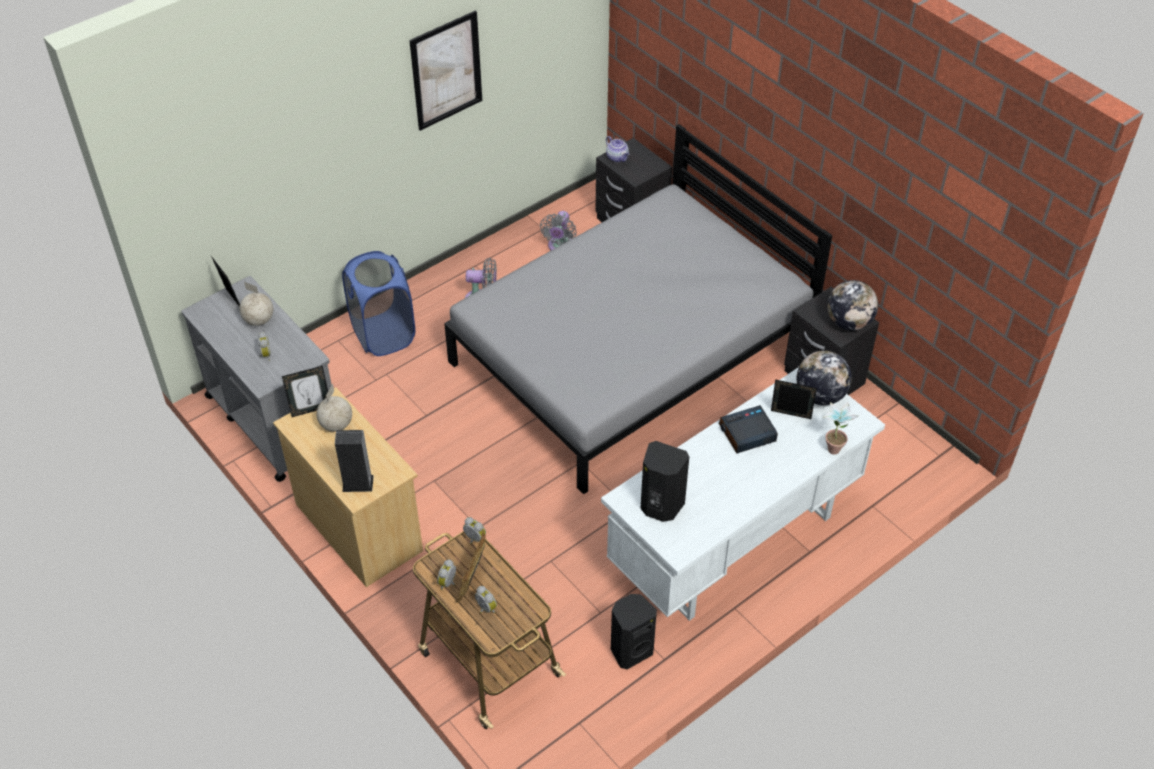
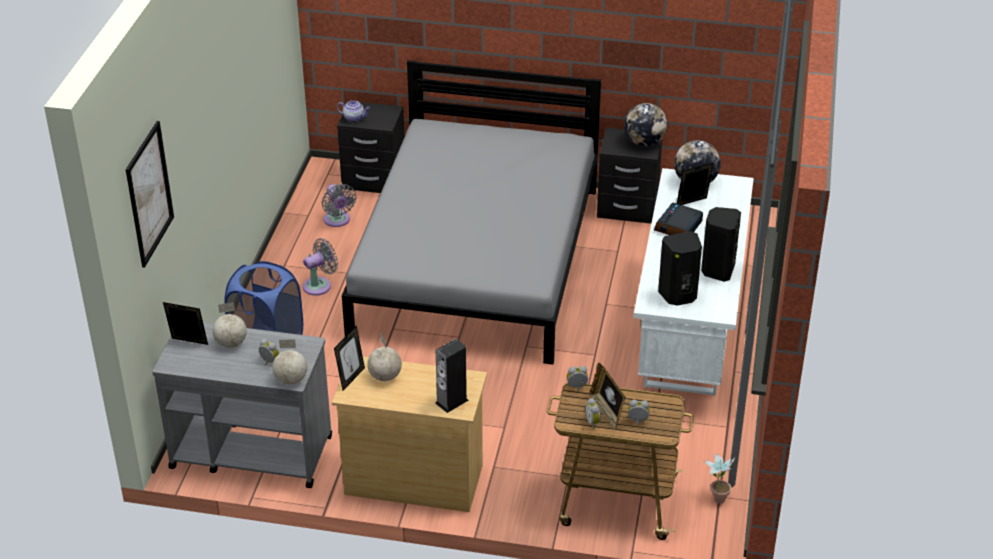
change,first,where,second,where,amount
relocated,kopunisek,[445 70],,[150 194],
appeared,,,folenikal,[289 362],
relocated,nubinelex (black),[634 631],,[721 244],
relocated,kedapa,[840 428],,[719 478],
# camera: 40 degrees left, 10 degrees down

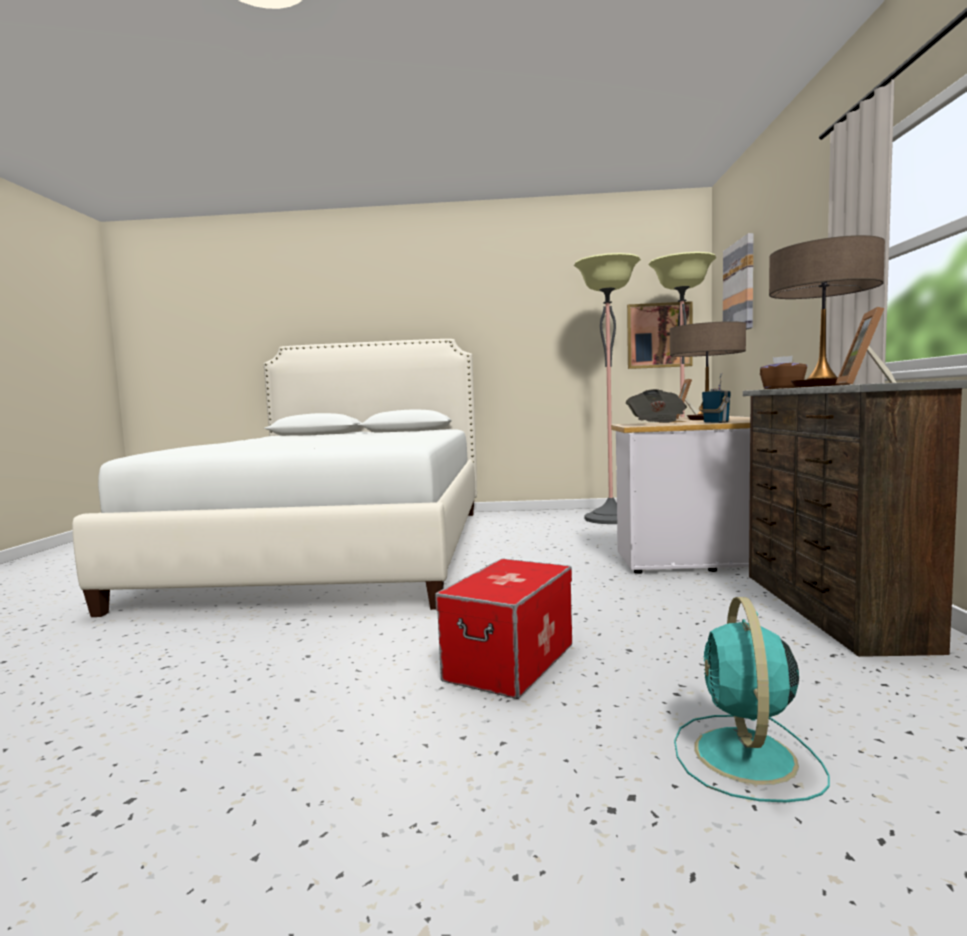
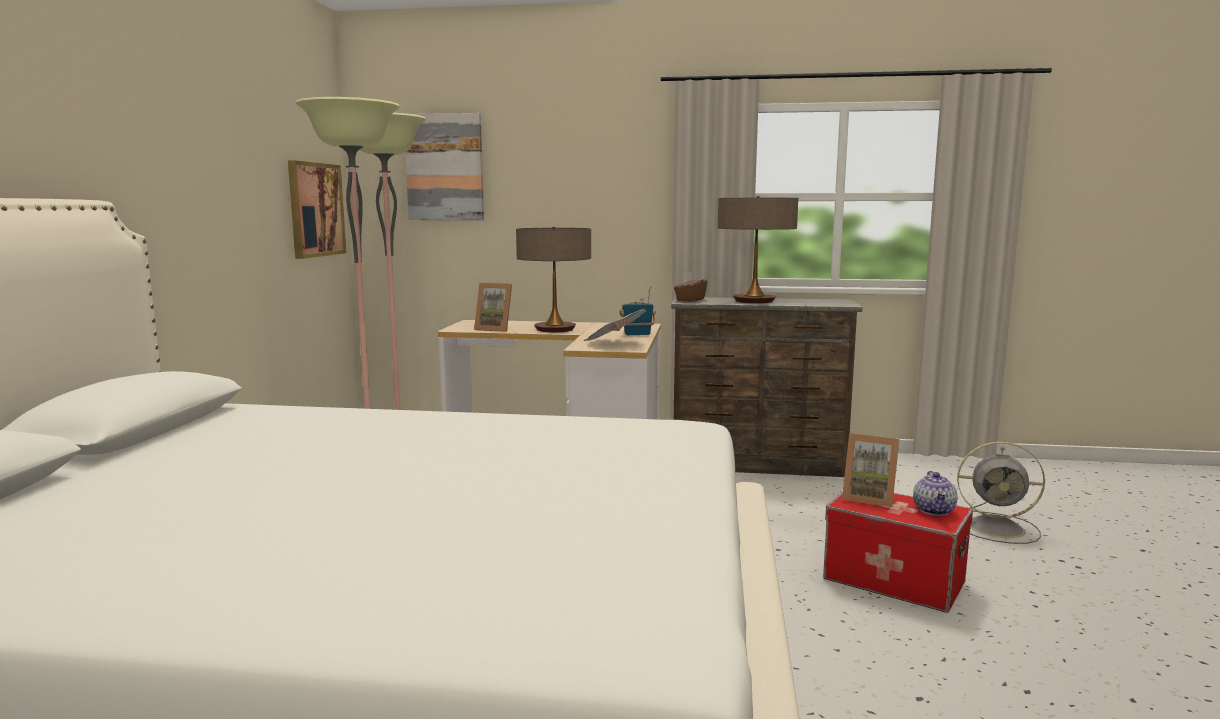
change,first,where,second,where,amount
relocated,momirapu,[865 346],,[870 470],
appeared,,,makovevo,[935 493],
colour,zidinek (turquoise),[752 699],zidinek (grey),[1001 492],
# camera: 85 degrees left, 5 degrees up

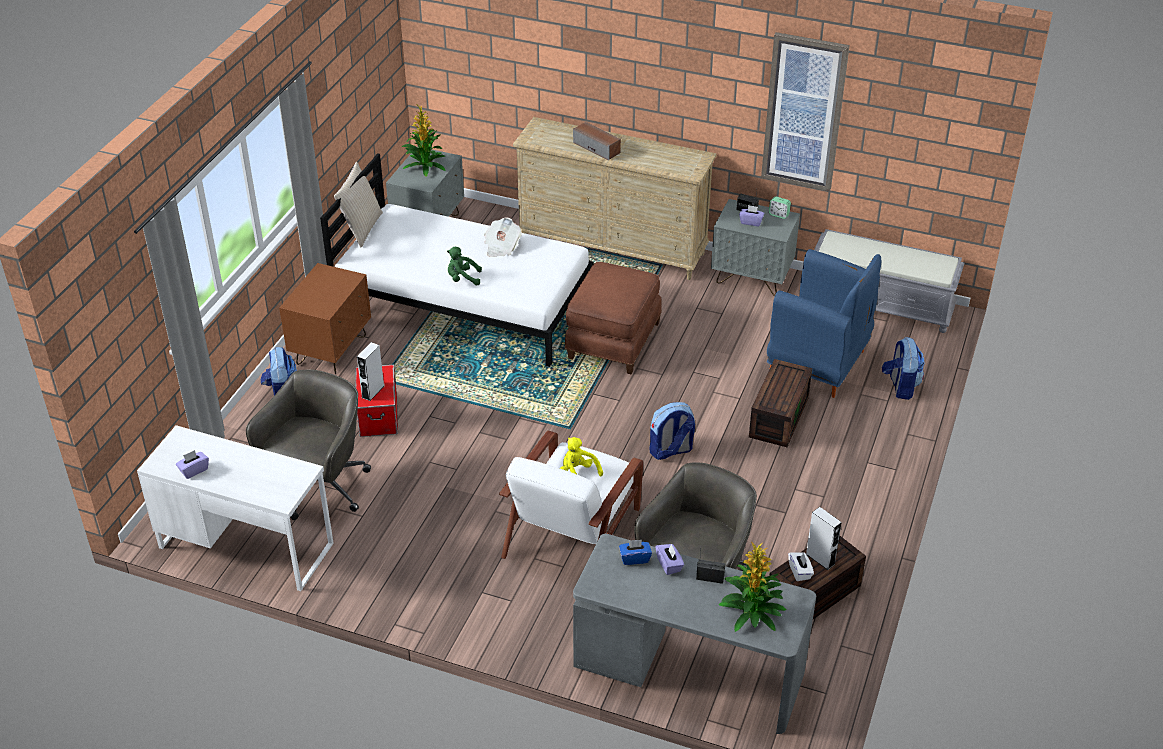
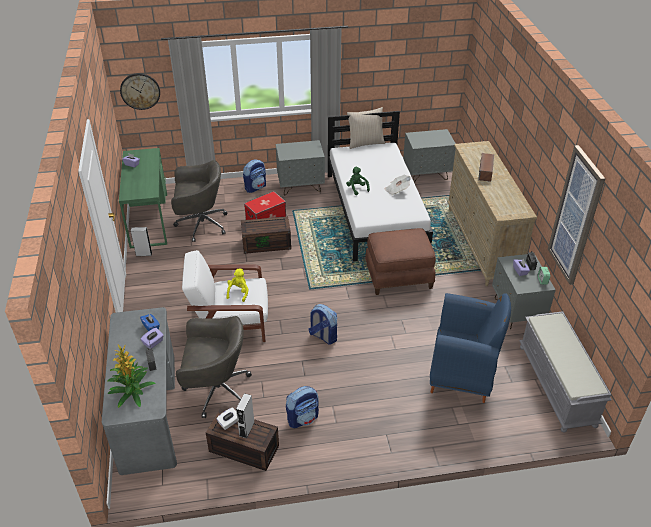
change,first,where,second,where,amount
colour,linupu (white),[235 508],linupu (green),[143 198],
appeared,,,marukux,[140 91],
relocated,nubinelex (grey),[370 371],,[141 241],
relocated,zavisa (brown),[780 403],,[266 235],
colour,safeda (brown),[325 318],safeda (grey),[300 167],
relocated,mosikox,[903 368],,[302 407],
spun,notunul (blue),[824 323],,[470 348],75 degrees counterclockwise
missing,kedapa,[424 141],,,
# camera: 60 degrees right, 0 degrees up

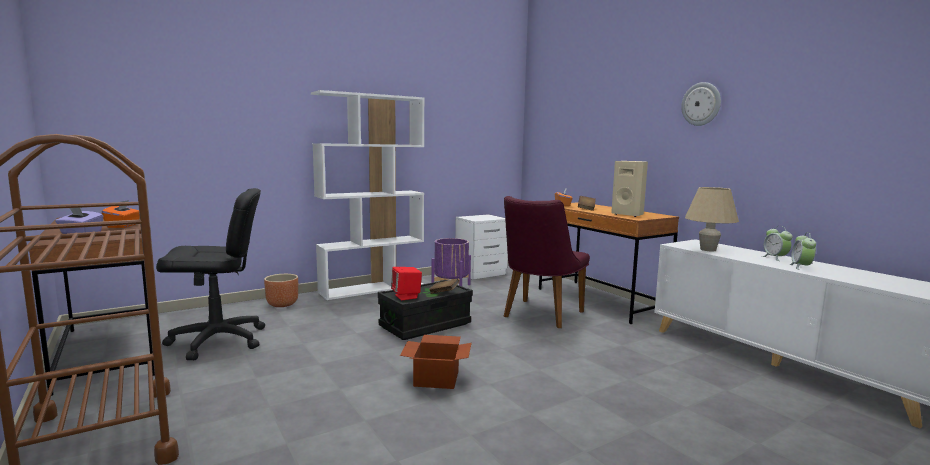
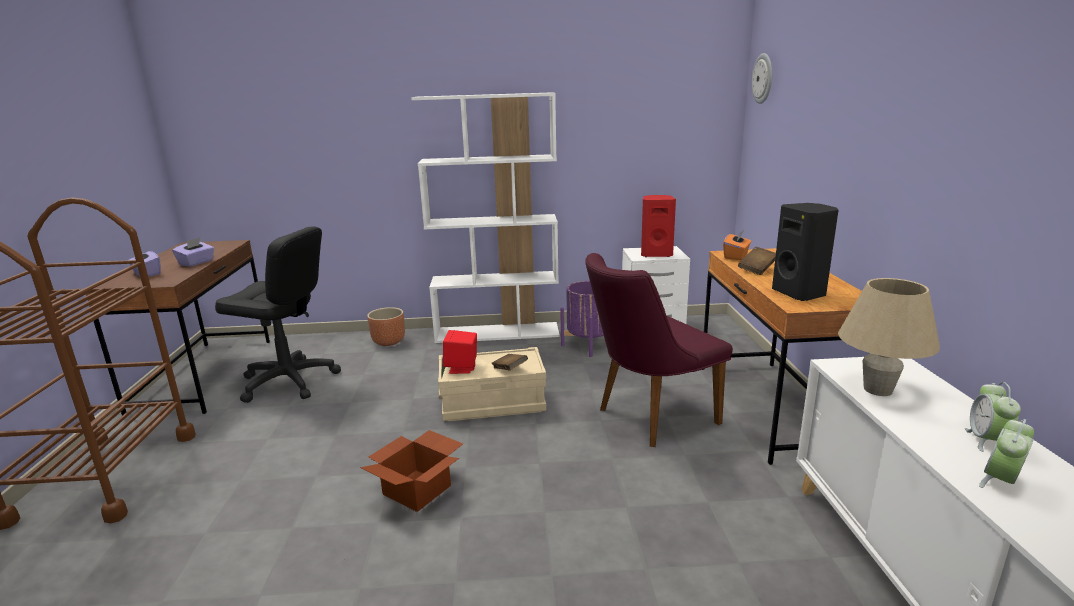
change,first,where,second,where,amount
colour,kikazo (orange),[121 214],kikazo (purple),[193 252],
colour,zavisa (black),[425 310],zavisa (beige),[492 384],
appeared,,,nubinelex (red),[658 226],
relocated,marukux,[701 104],,[762 78],
colour,nubinelex (beige),[629 189],nubinelex (black),[805 252],
# camera: 30 degrees right, 10 degrees up

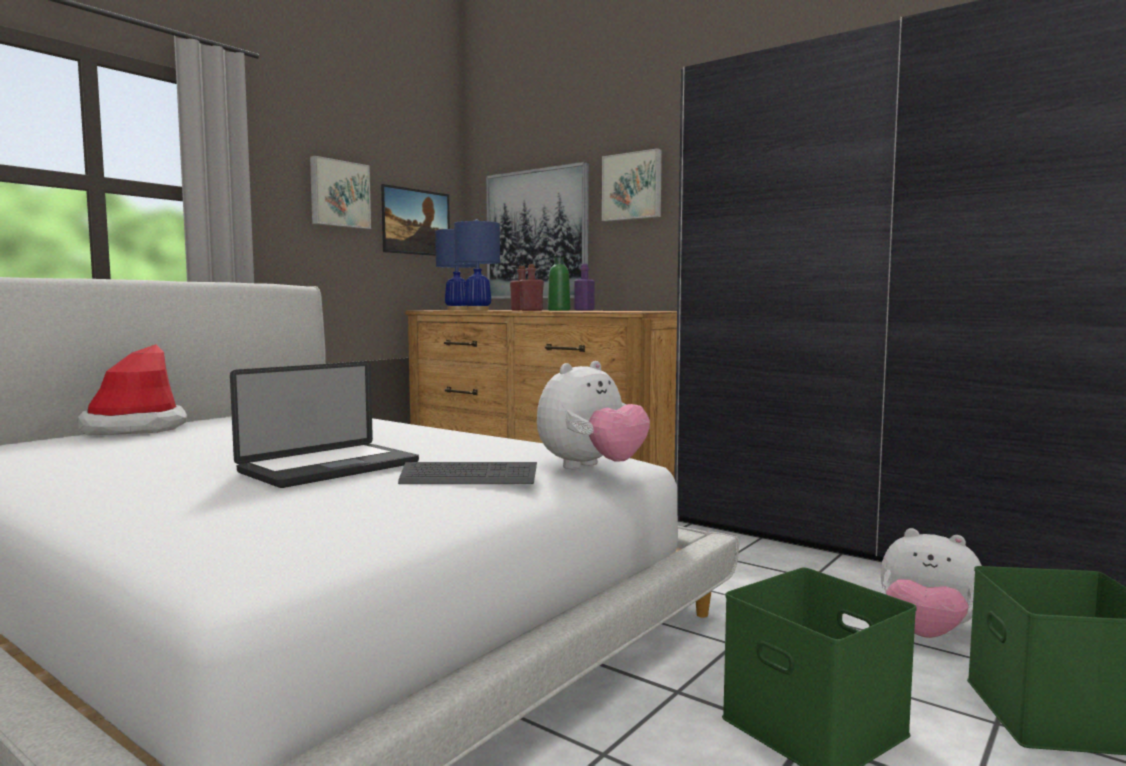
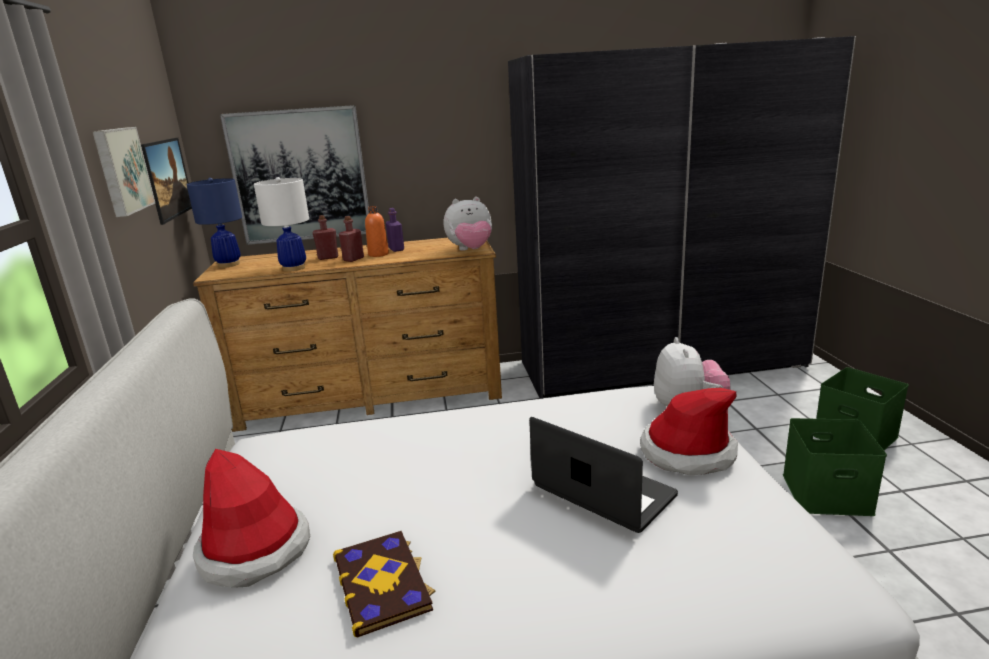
change,first,where,second,where,amount
colour,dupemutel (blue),[477 265],dupemutel (white),[281 224],
appeared,,,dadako,[384 584],
colour,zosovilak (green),[559 284],zosovilak (orange),[377 231],
relocated,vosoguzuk,[931 583],,[468 224],
spun,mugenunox,[324 424],,[603 475],45 degrees counterclockwise
exchanged,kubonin,[467 473],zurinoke,[689 431],
missing,kopunisek,[632 185],,,
# camera: 45 degrees left, 15 degrees up

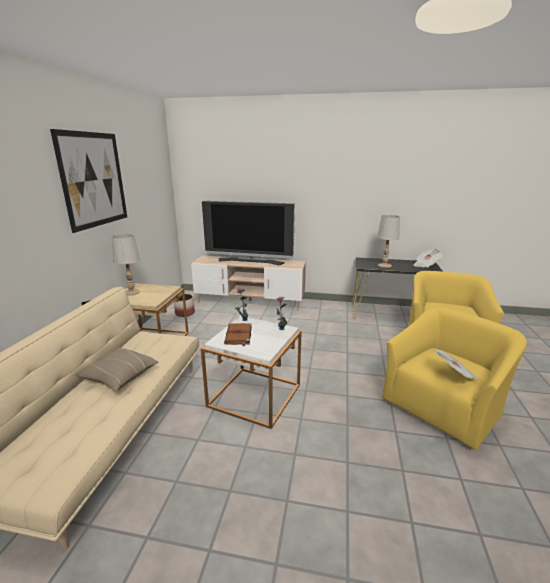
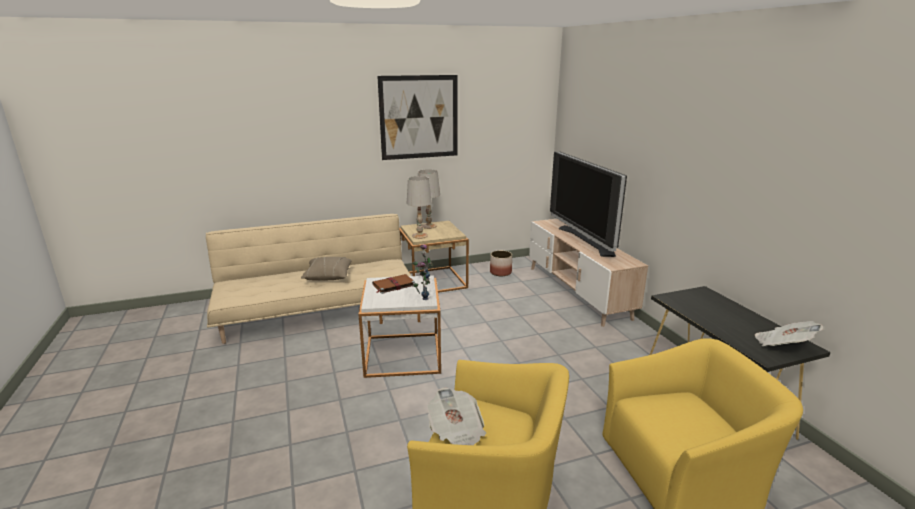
change,first,where,second,where,amount
relocated,dupemutel (white),[388 241],,[419 207],
# camera: 60 degrees right, 0 degrees up

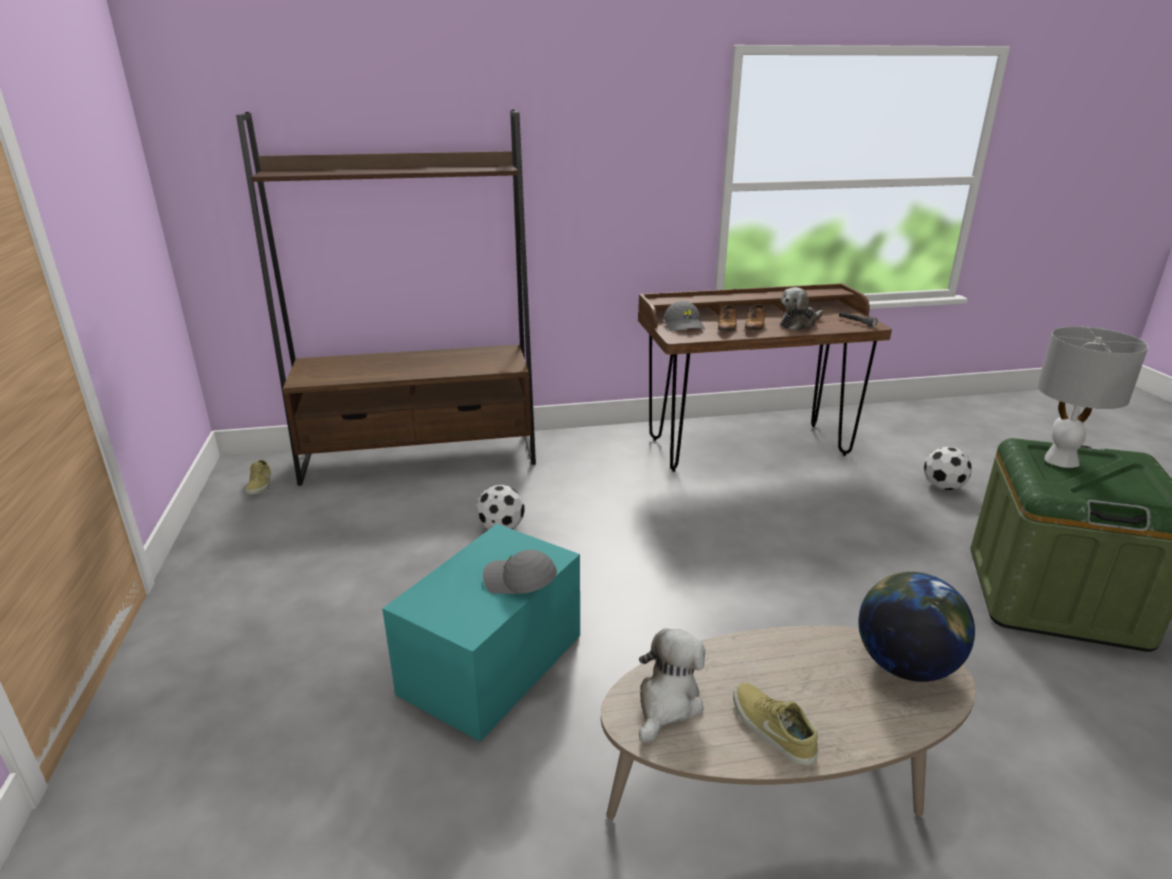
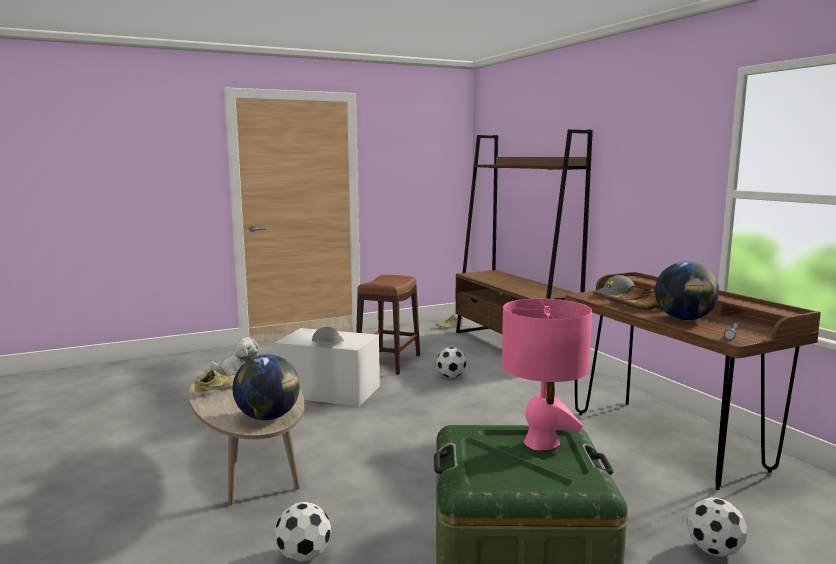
change,first,where,second,where,amount
colour,zavisa (turquoise),[481 633],zavisa (white),[327 367],
appeared,,,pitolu,[303 532],
appeared,,,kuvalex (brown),[388 325],
colour,dupemutel (grey),[1093 397],dupemutel (pink),[547 374],
exchanged,vosoguzuk,[801 309],folenikal,[687 290],
# camera: 75 degrees right, 15 degrees down

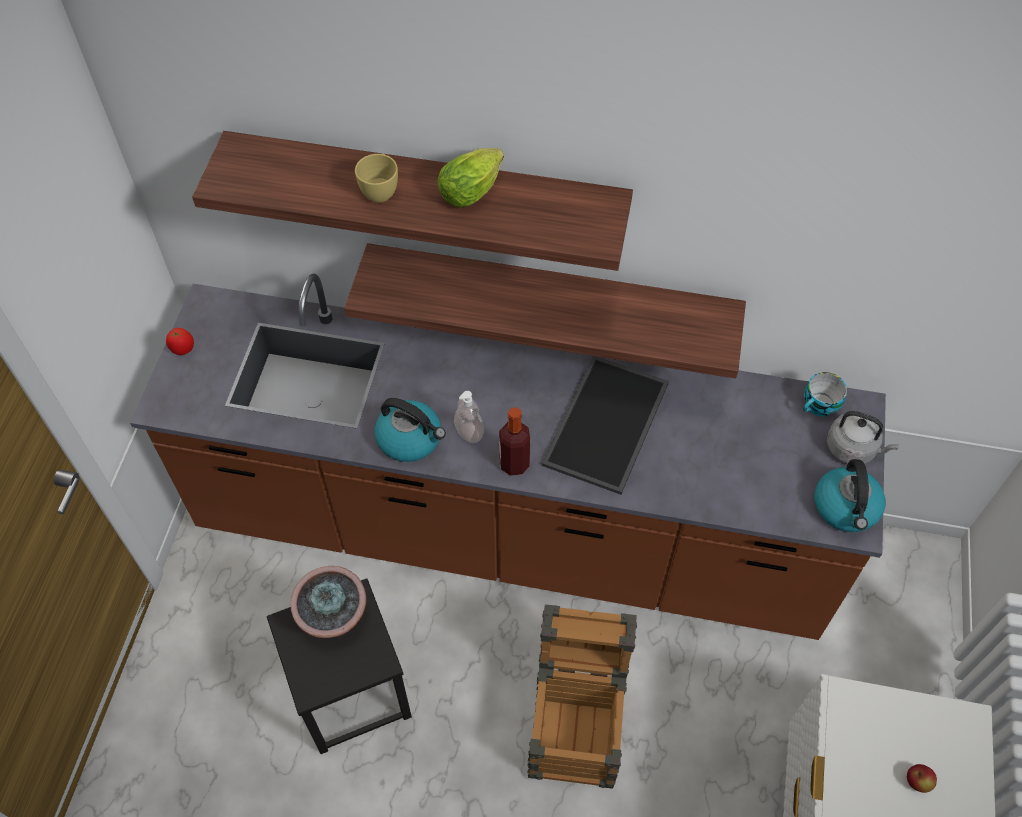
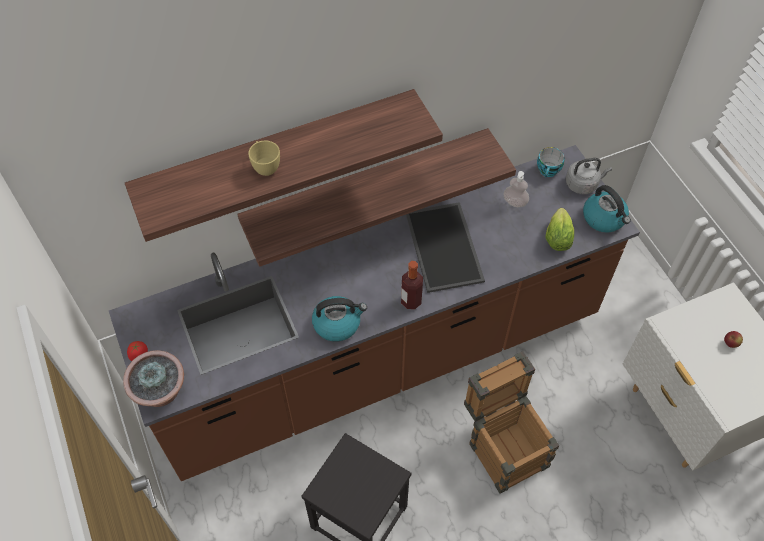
change,first,where,second,where,amount
relocated,kedapa,[328 602],,[153 378],
relocated,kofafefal,[469 417],,[516 189],
relocated,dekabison,[470 178],,[560 229],
# camera: 35 degrees left, 0 degrees up

